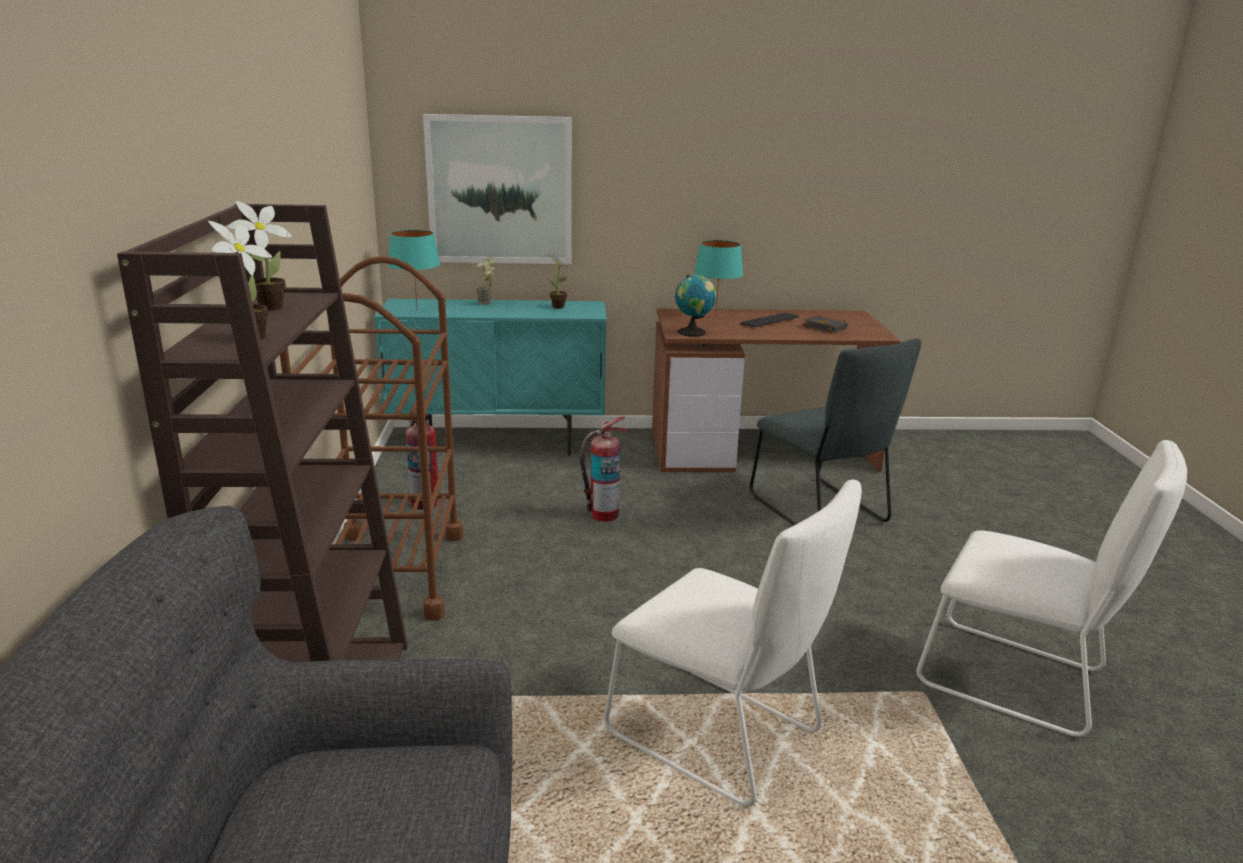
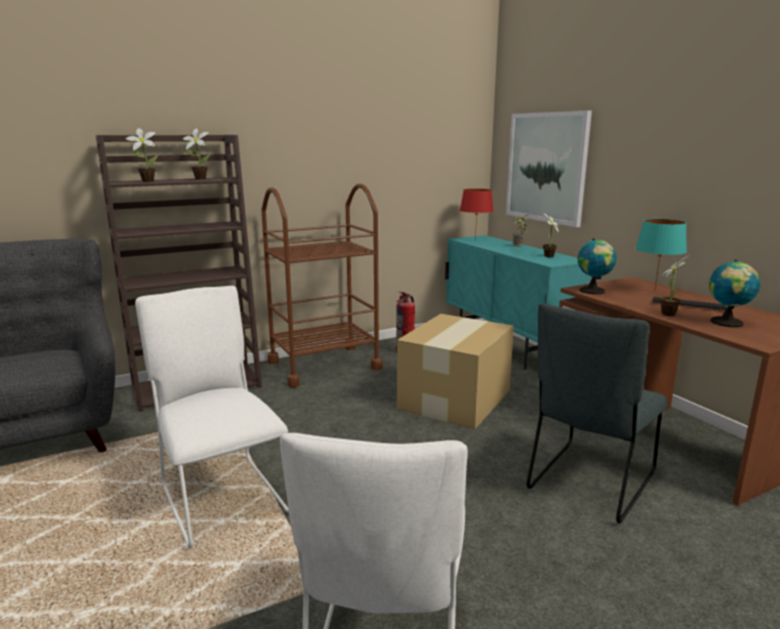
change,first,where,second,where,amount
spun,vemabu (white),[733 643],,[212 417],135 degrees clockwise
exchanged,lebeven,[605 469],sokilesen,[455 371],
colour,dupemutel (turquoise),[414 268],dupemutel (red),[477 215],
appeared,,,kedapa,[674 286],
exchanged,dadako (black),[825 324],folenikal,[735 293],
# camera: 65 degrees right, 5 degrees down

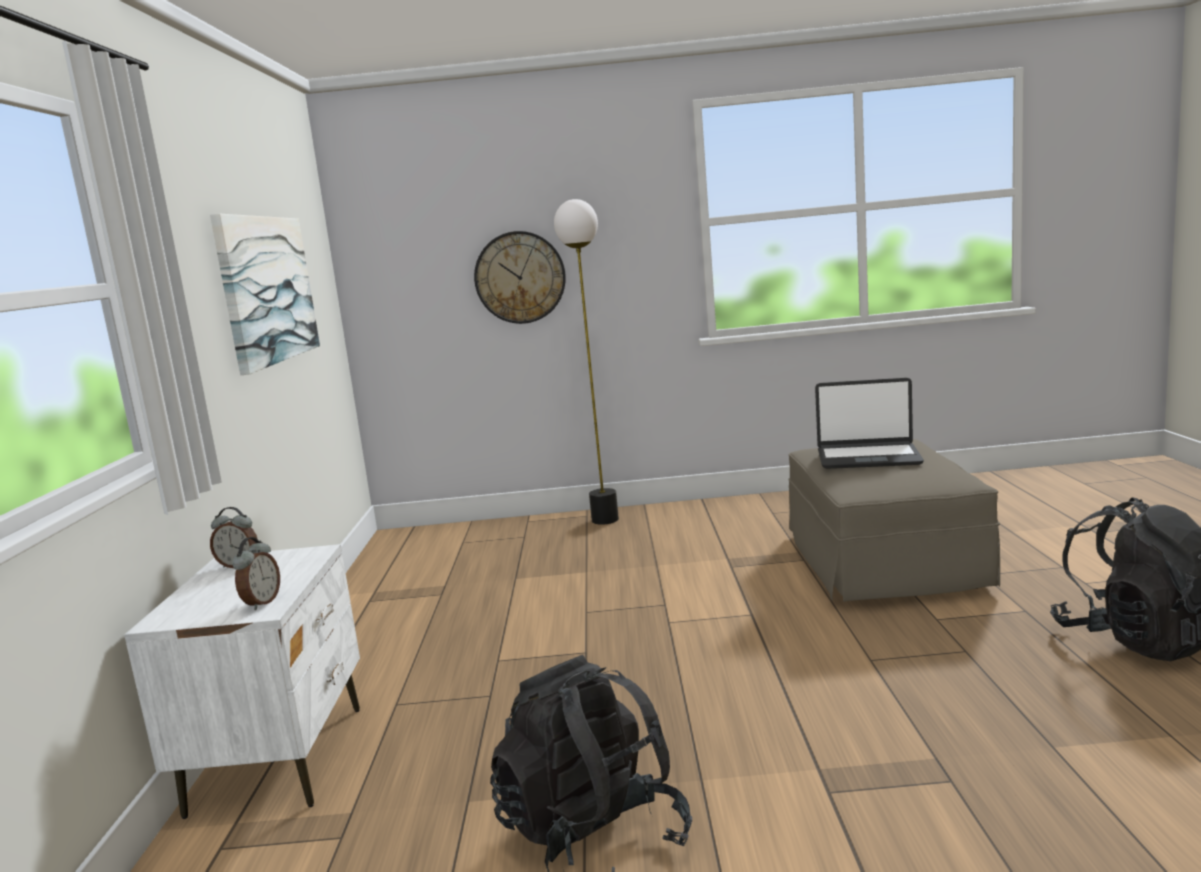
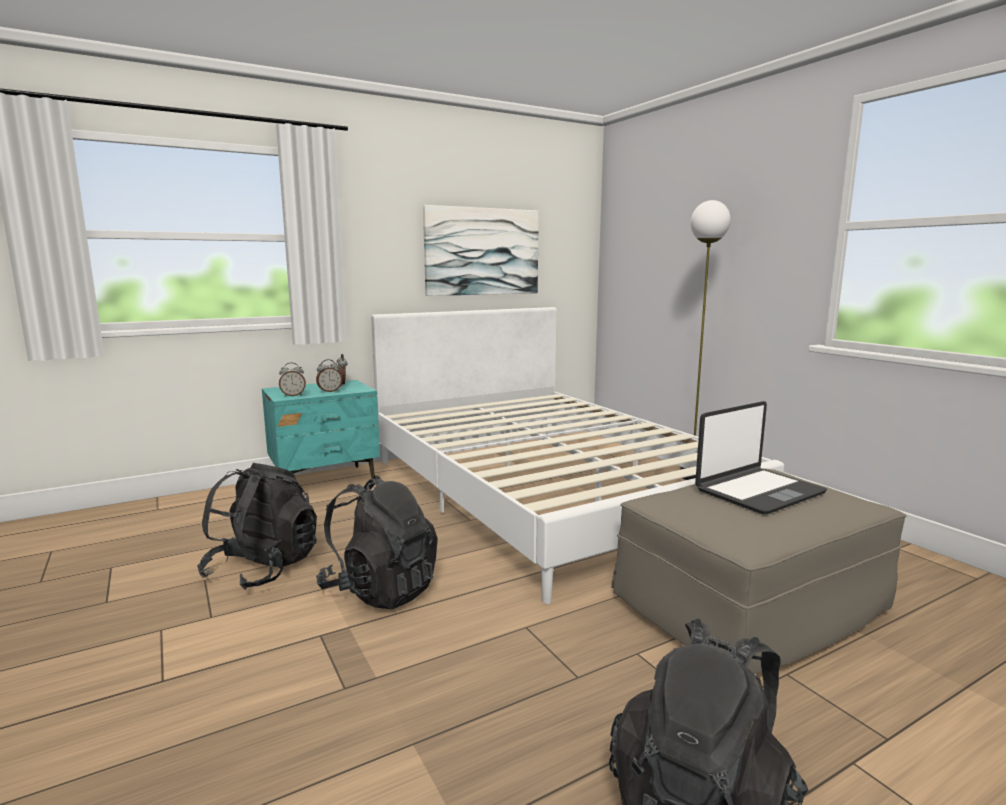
change,first,where,second,where,amount
colour,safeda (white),[242 681],safeda (turquoise),[321 429],
appeared,,,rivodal,[329 376],
appeared,,,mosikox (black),[377 542],
appeared,,,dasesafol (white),[577 455],
spun,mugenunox,[869 423],,[761 458],105 degrees counterclockwise
missing,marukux,[520 277],,,
# camera: 60 degrees right, 0 degrees up

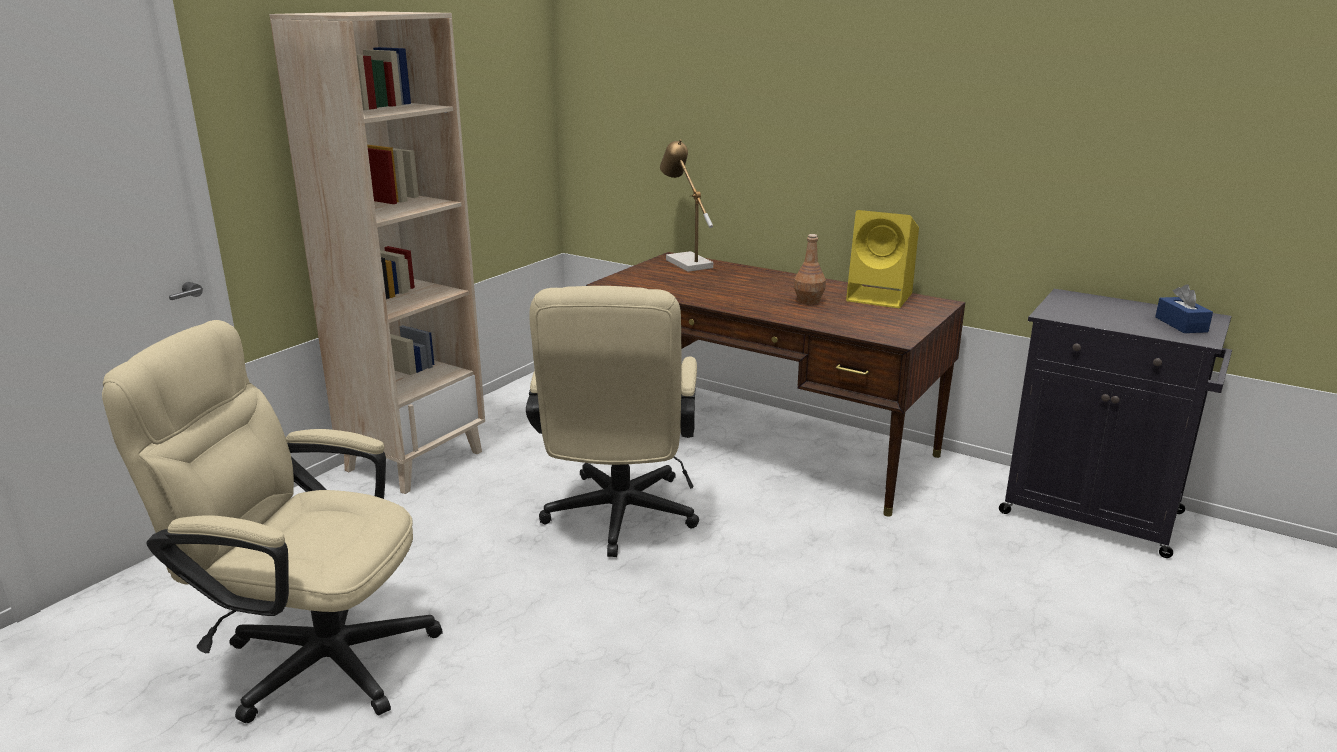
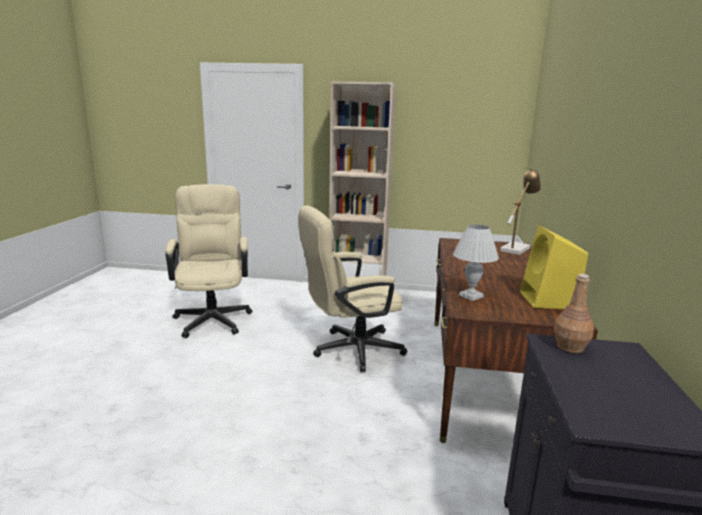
change,first,where,second,where,amount
appeared,,,dupemutel (white),[476 263],
relocated,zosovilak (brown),[810 269],,[574 313],
missing,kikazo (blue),[1184 308],,,
# camera: 65 degrees right, 5 degrees down

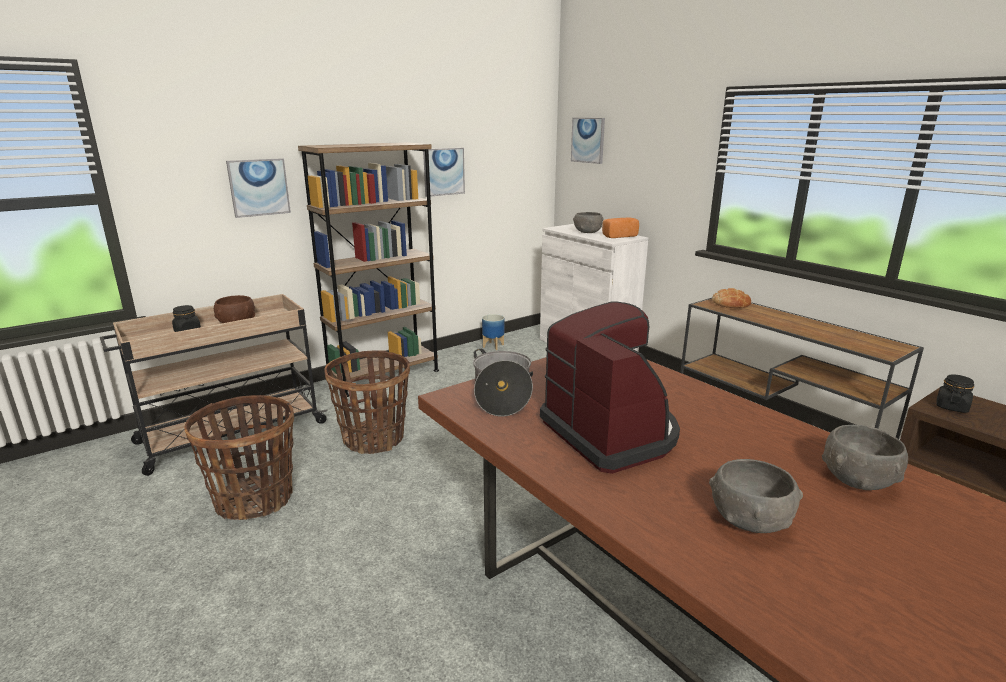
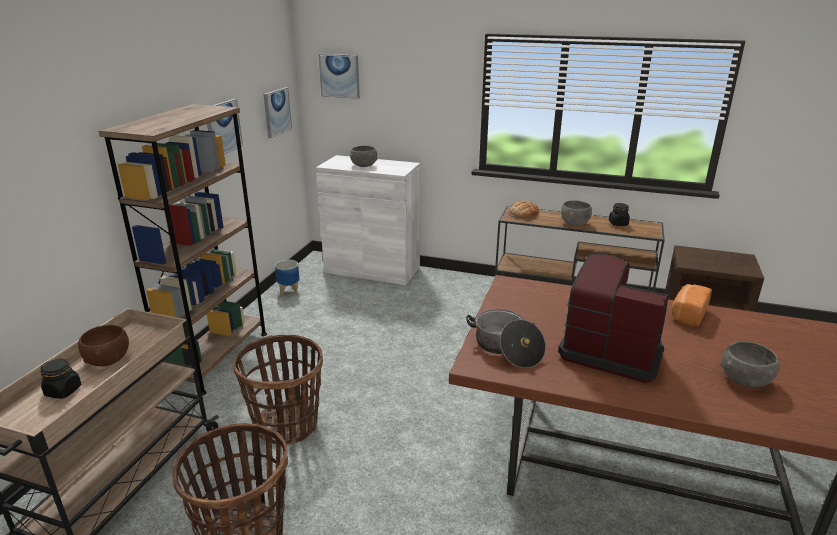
change,first,where,second,where,amount
relocated,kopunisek,[258 188],,[277 112],
relocated,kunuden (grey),[865 457],,[576 213],
relocated,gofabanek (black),[955 393],,[619 214],
relocated,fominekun,[620 228],,[691 305],
# camera: 35 degrees left, 5 degrees up

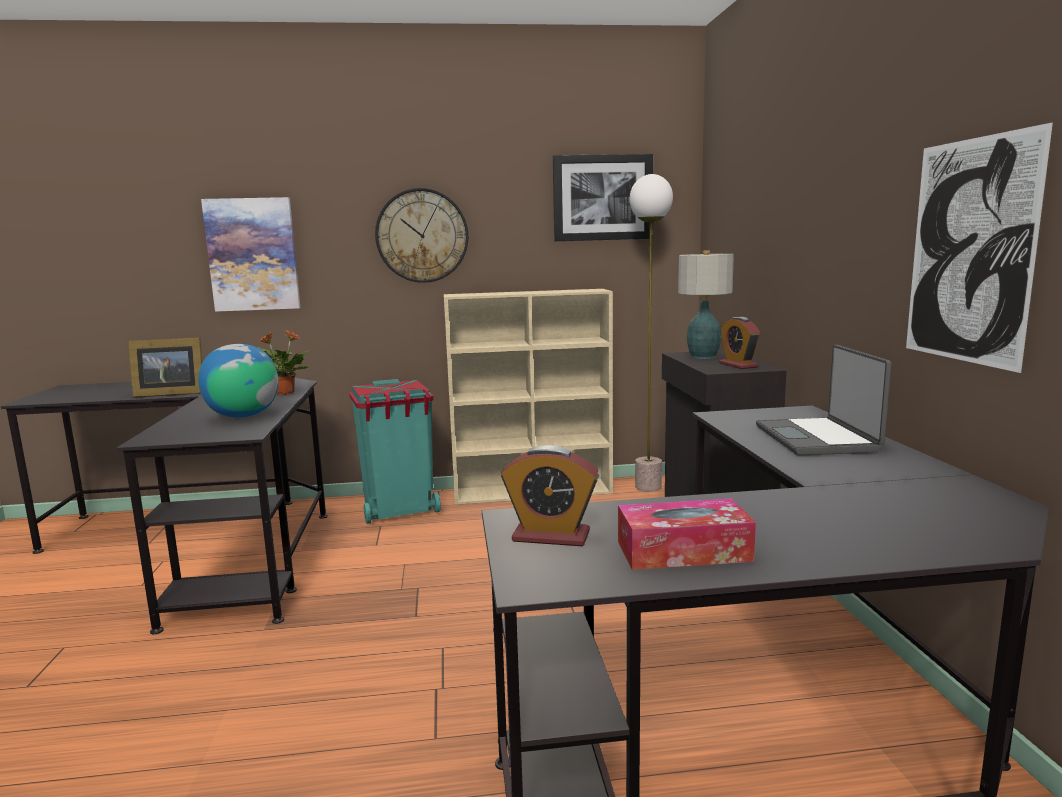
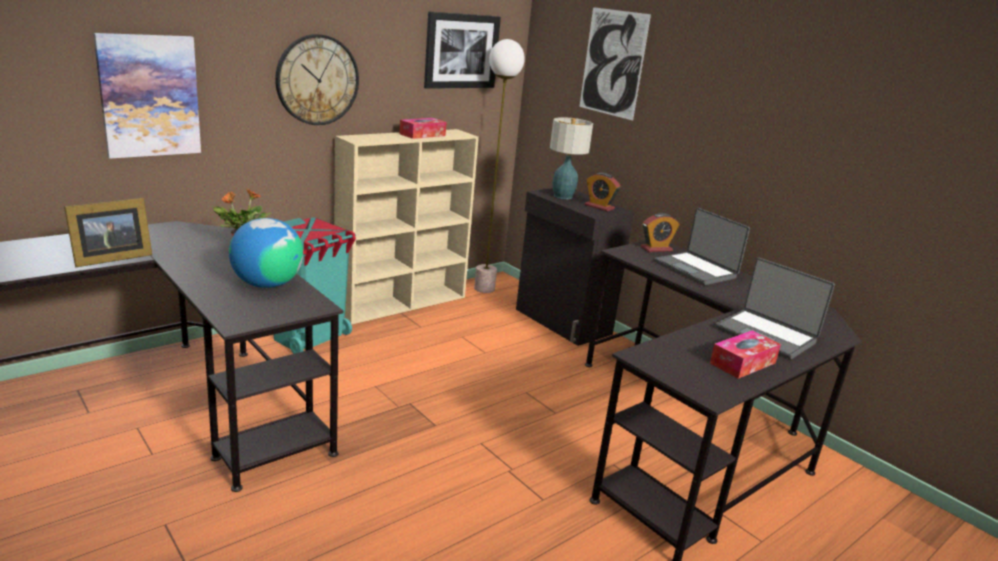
change,first,where,second,where,amount
appeared,,,kikazo,[423 128],
relocated,kopunisek,[979 248],,[615 64],
relocated,rivodal,[550 495],,[660 232],
appeared,,,mugenunox,[775 309],
# camera: 35 degrees left, 10 degrees up

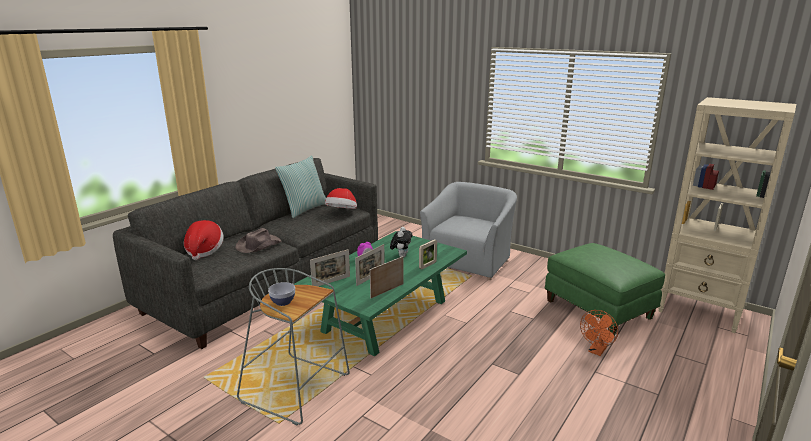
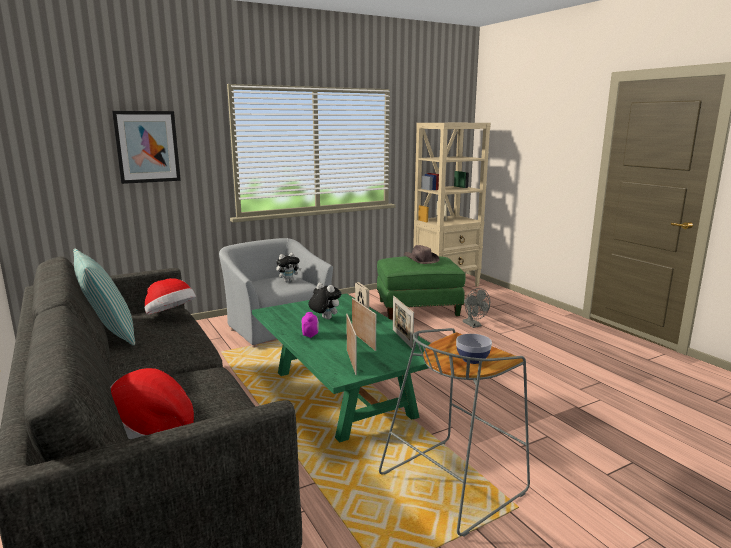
change,first,where,second,where,amount
appeared,,,kopunisek,[146 147],
appeared,,,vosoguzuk,[288 267],
relocated,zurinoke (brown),[258 240],,[422 254],
colour,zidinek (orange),[599 333],zidinek (grey),[476 308],
# camera: 65 degrees left, 5 degrees down

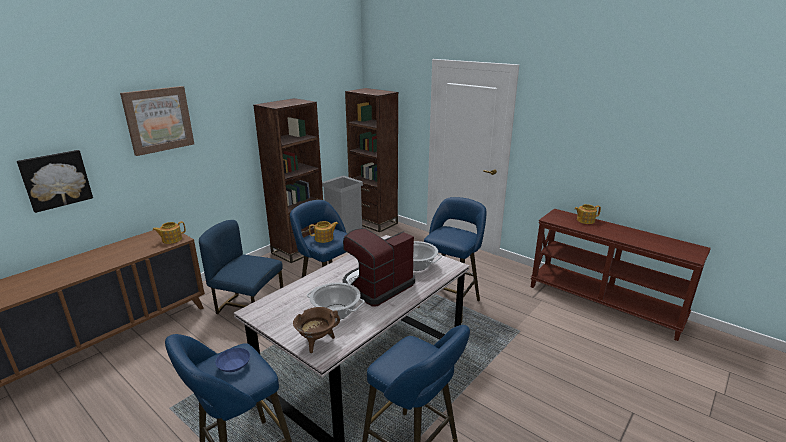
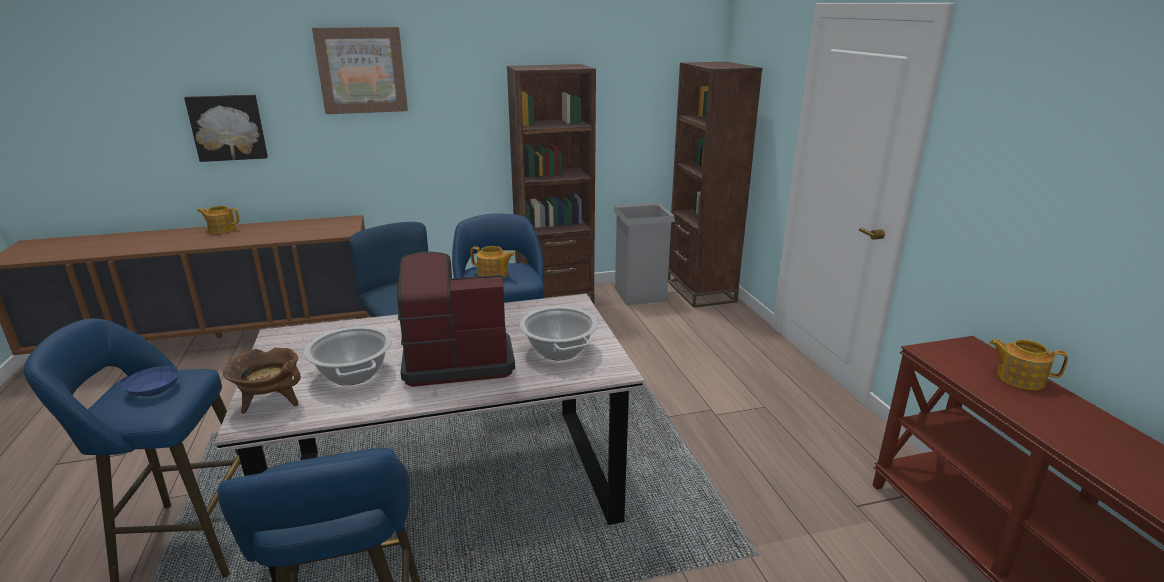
change,first,where,second,where,amount
relocated,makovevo,[169 232],,[219 220],
missing,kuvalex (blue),[452 260],,,
# camera: 35 degrees right, 0 degrees up

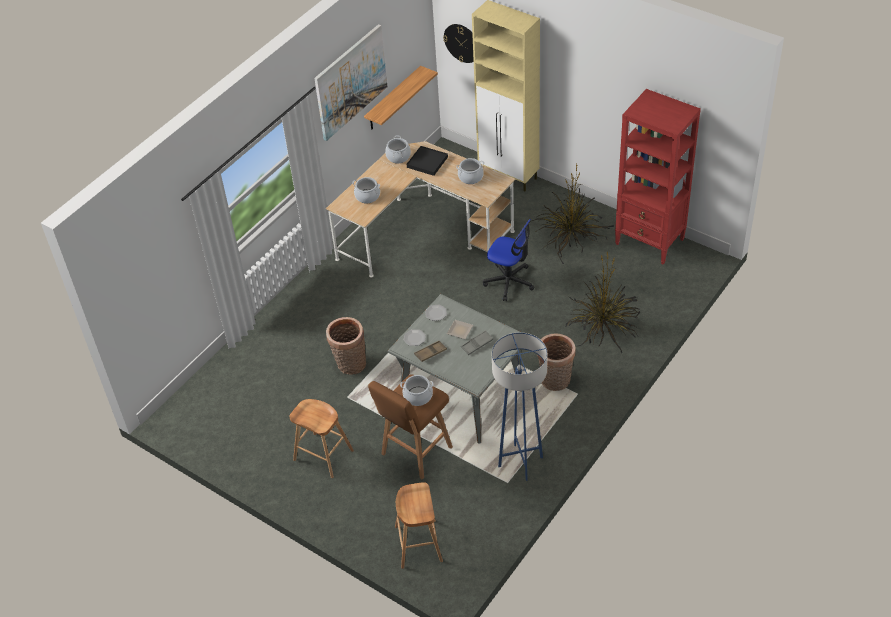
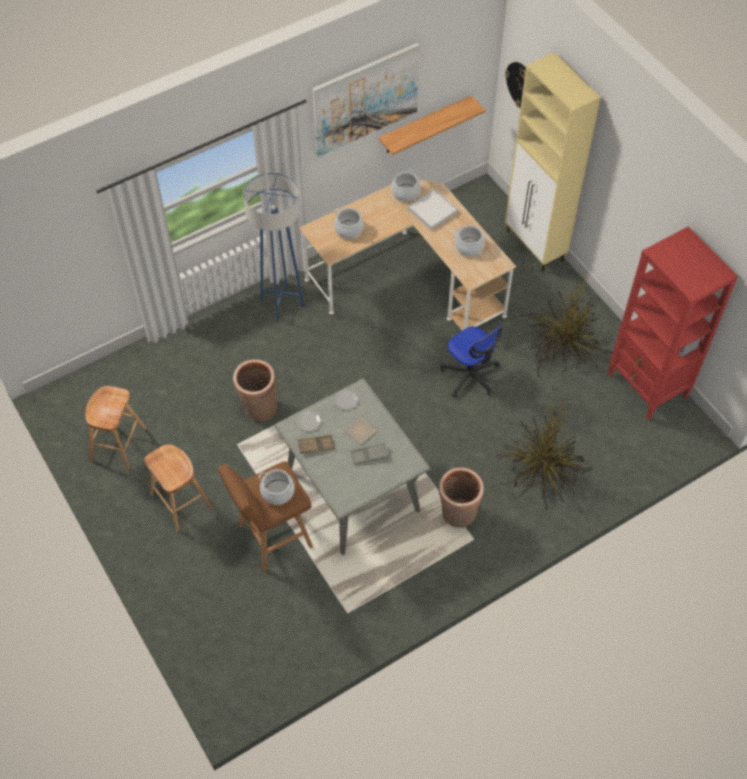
change,first,where,second,where,amount
relocated,kuvalex (brown),[419 525],,[115 428],
relocated,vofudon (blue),[519 406],,[274 247],
colour,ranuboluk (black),[427 161],ranuboluk (white),[433 209],
# camera: 20 degrees right, 10 degrees up

